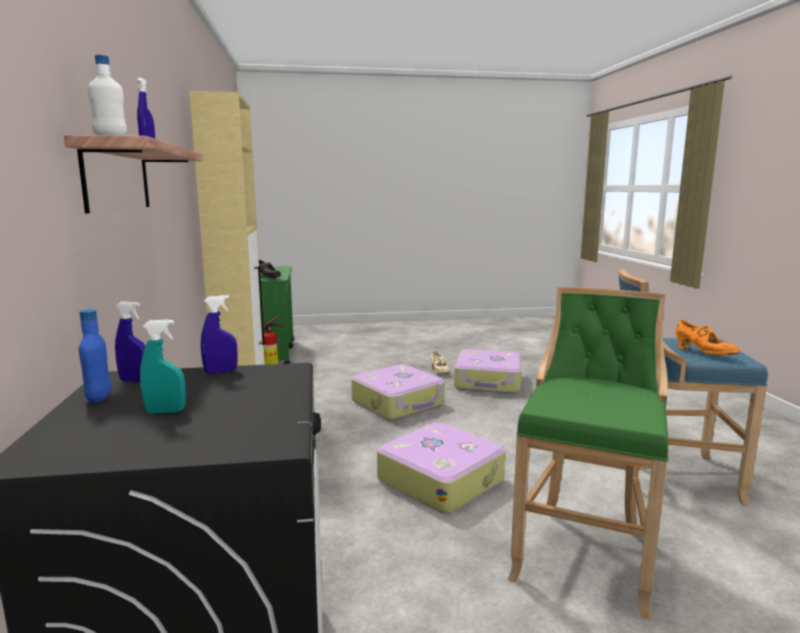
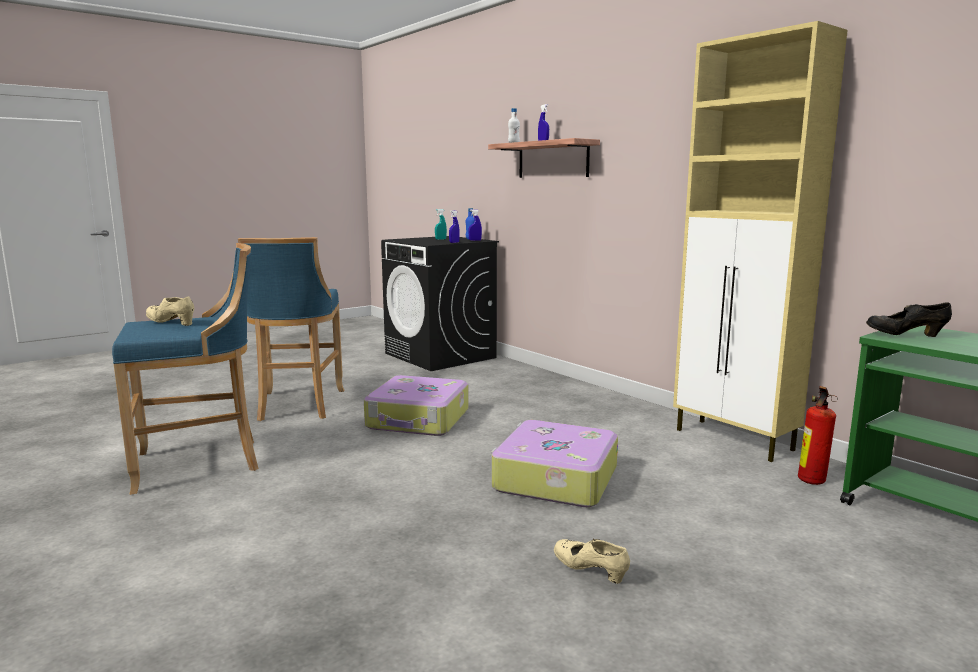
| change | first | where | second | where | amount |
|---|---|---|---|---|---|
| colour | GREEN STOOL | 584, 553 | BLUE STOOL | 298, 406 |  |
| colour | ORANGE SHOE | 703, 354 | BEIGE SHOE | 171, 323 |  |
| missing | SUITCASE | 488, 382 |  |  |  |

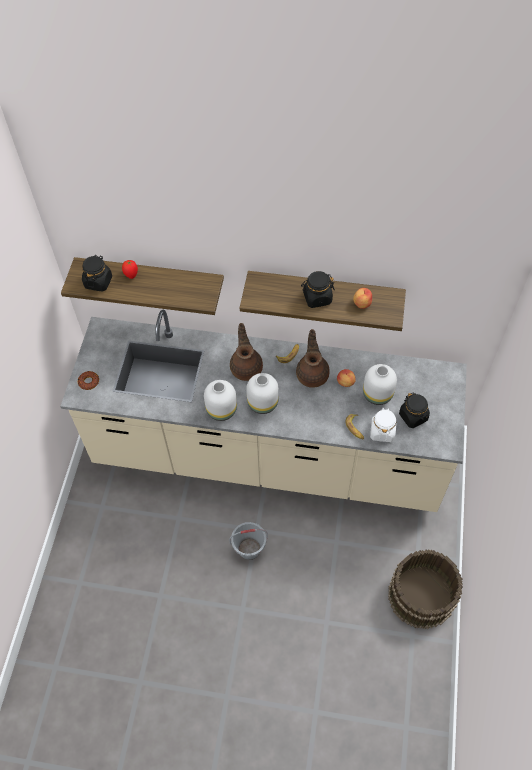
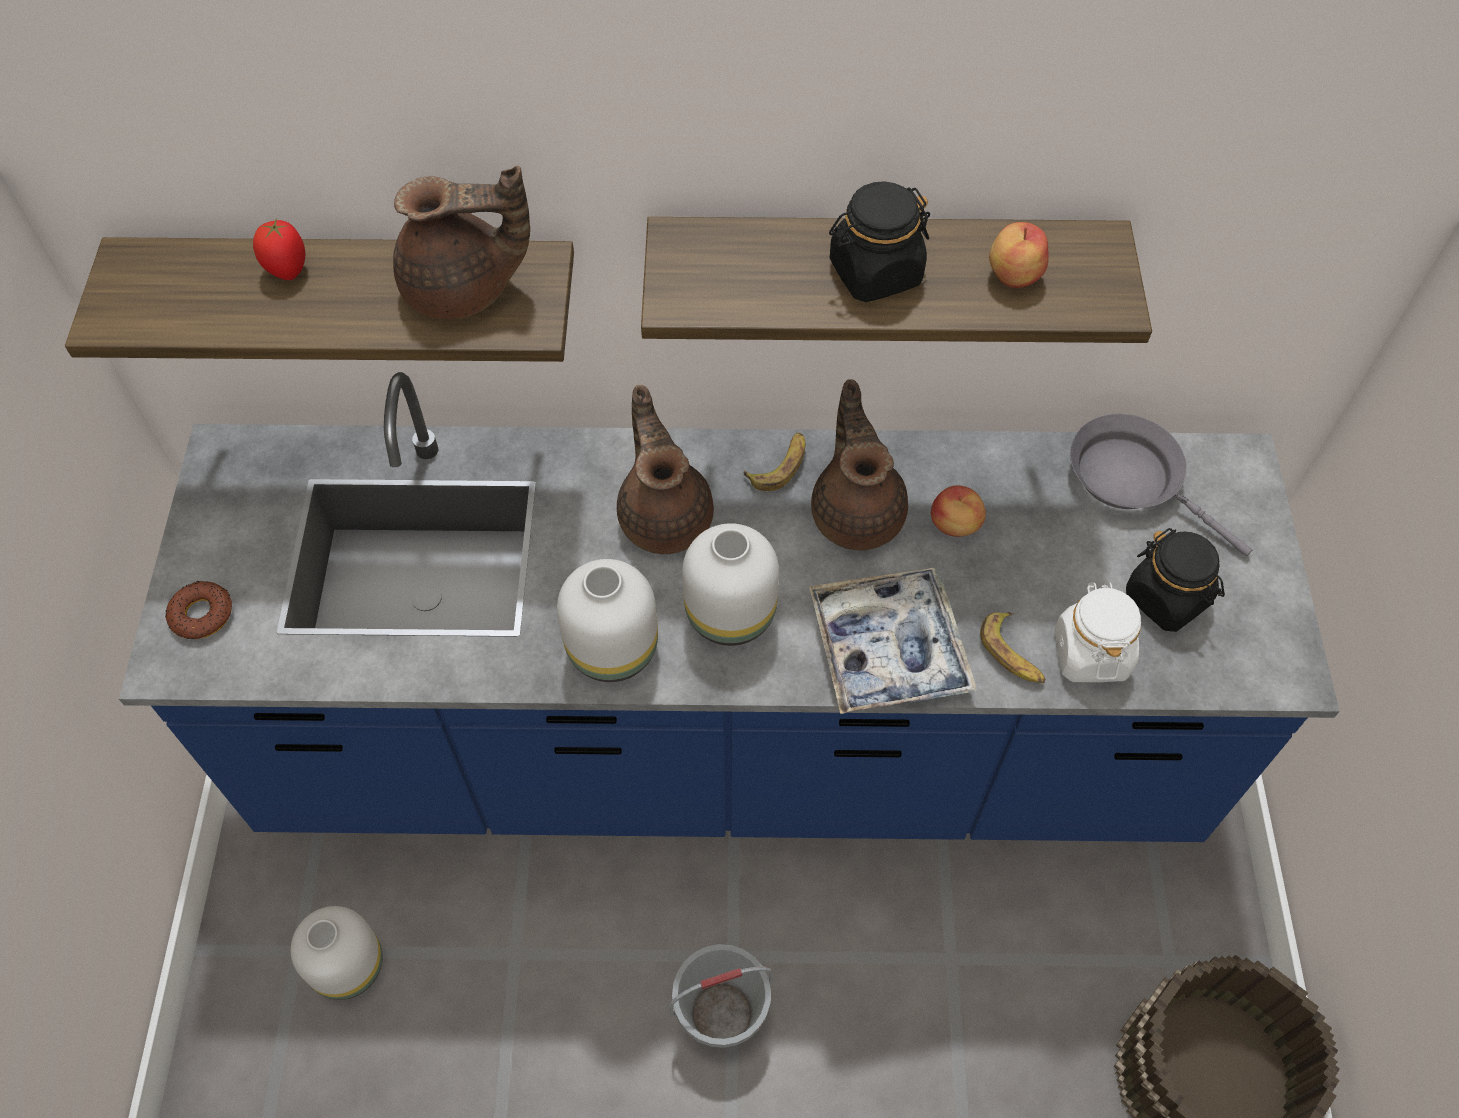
| change | first | where | second | where | amount |
|---|---|---|---|---|---|
| missing | BLACK JAR | 98, 282 |  |  |  |
| colour | BEIGE COUNTER | 267, 456 | BLUE COUNTER | 729, 749 |  |
| relocated | WHITE VASE | 378, 394 |  | 350, 966 |  |
| appeared |  |  | BROWN TEAPOT | 463, 289 |  |
| appeared |  |  | GREY FRYING PAN | 1132, 480 |  |
| appeared |  |  | TRAY | 889, 648 |  |

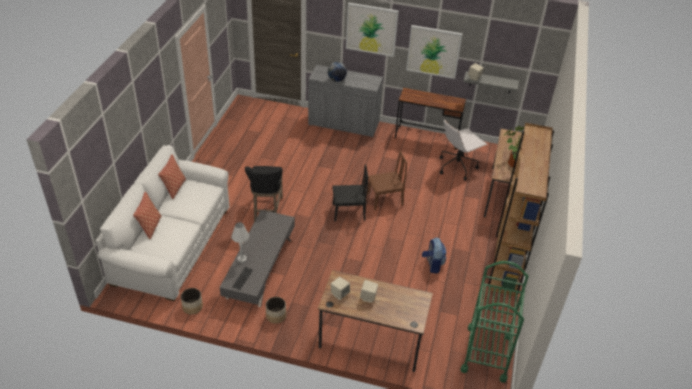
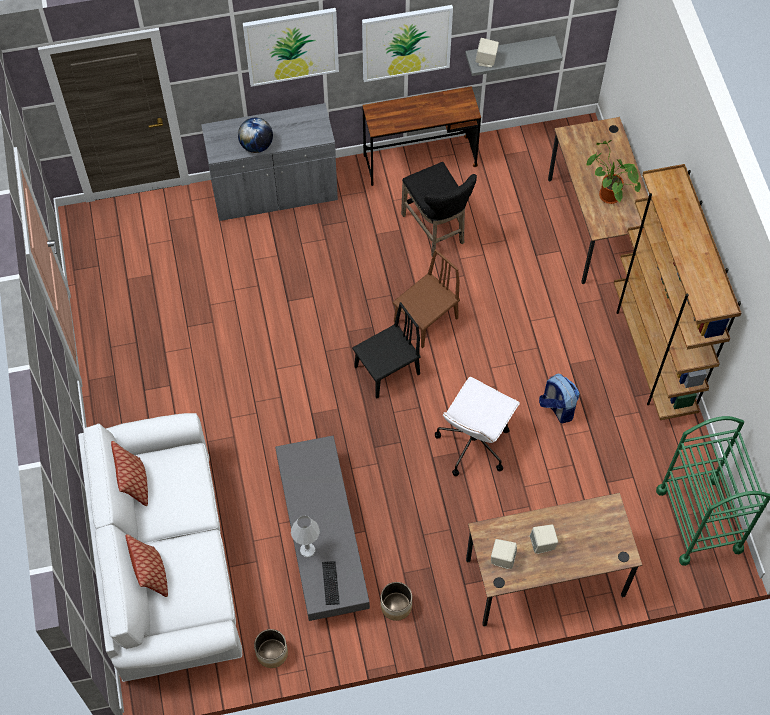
| change | first | where | second | where | amount |
|---|---|---|---|---|---|
| relocated | WHITE OFFICE CHAIR | 457, 167 |  | 473, 443 |  |
| relocated | BLACK STOOL | 267, 211 |  | 436, 231 |  |

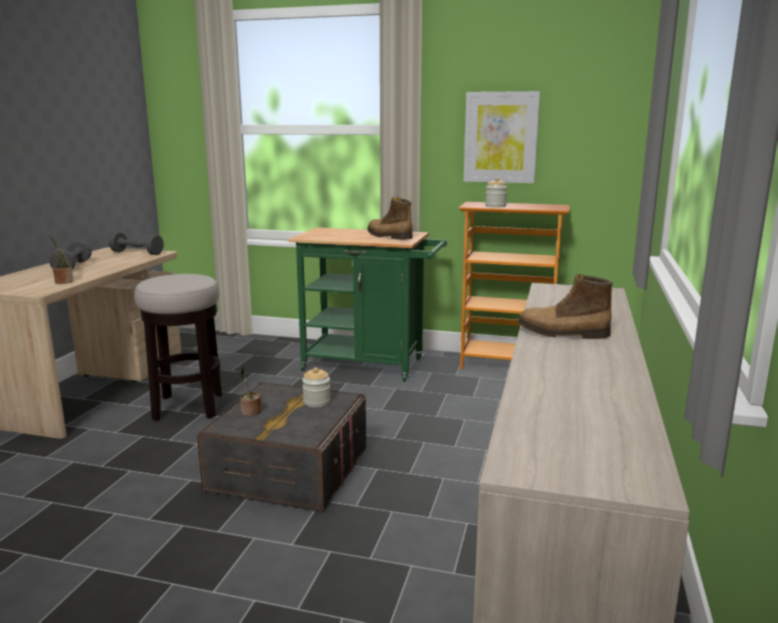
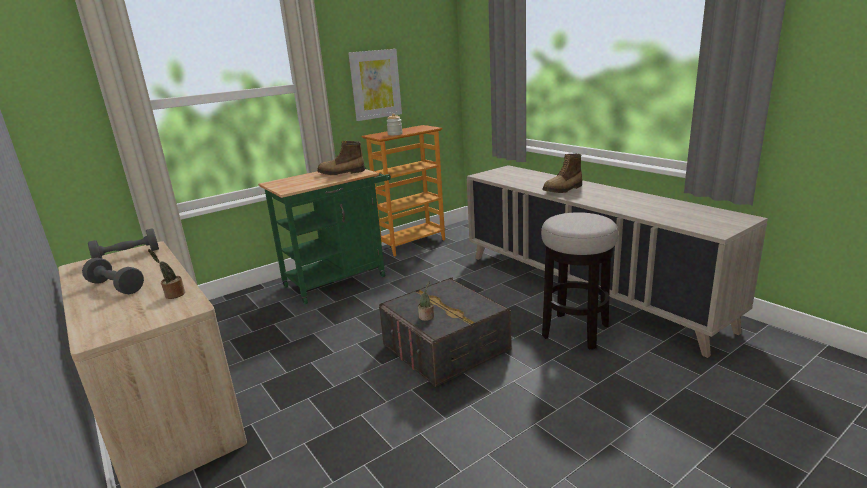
| change | first | where | second | where | amount |
|---|---|---|---|---|---|
| relocated | STOOL | 188, 407 |  | 575, 331 |  |
| missing | JAR | 316, 402 |  |  |  |

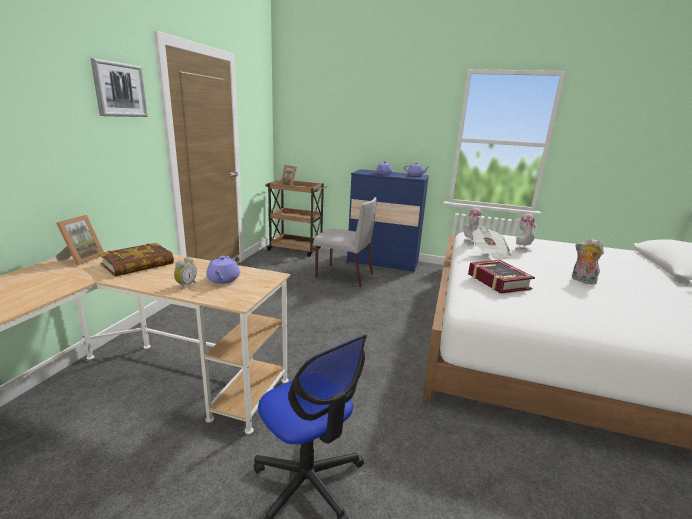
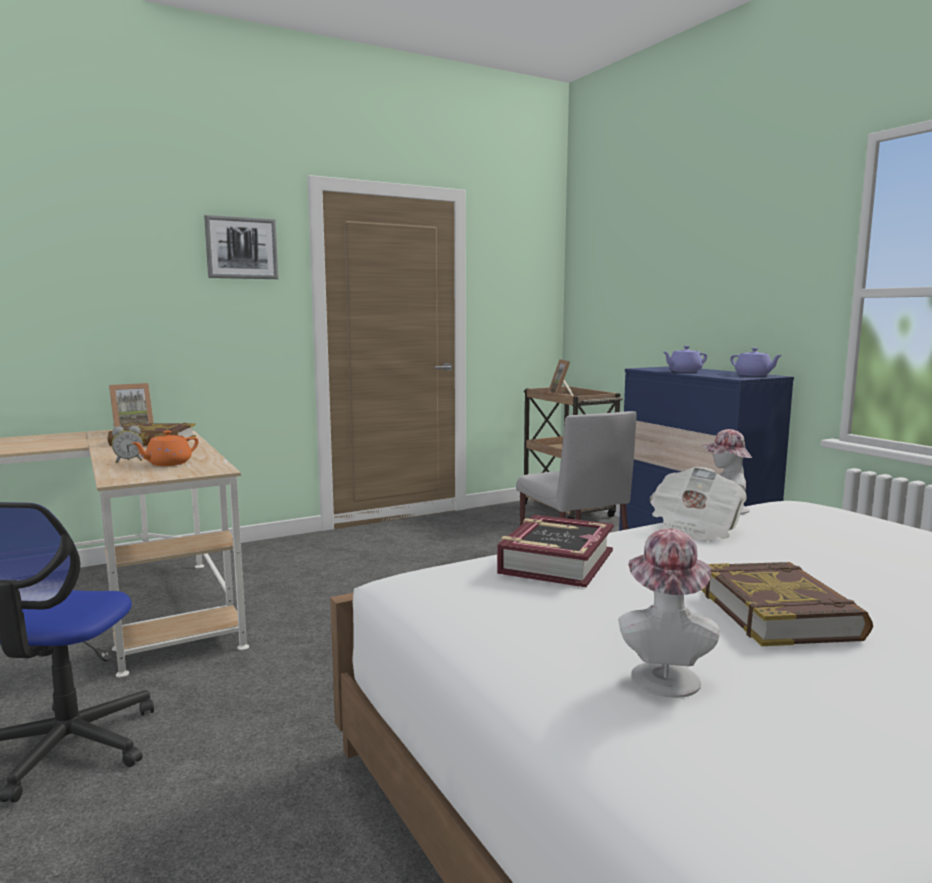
| change | first | where | second | where | amount |
|---|---|---|---|---|---|
| relocated | HAT | 521, 248 |  | 663, 674 |  |
| exchanged | PLUSH TOY | 582, 280 | BOOK | 779, 613 |  |
| colour | PURPLE TEAPOT | 223, 280 | ORANGE TEAPOT | 168, 464 |  |

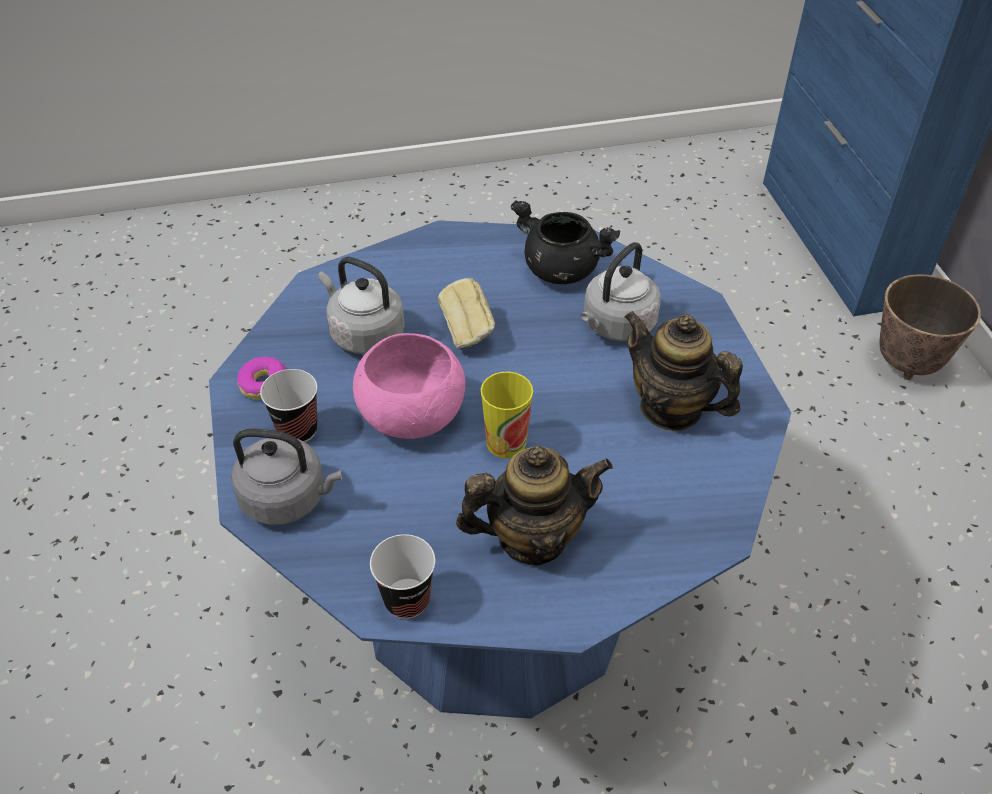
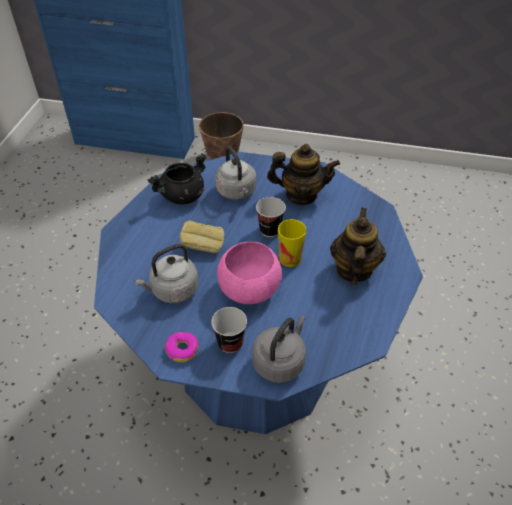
| change | first | where | second | where | amount |
|---|---|---|---|---|---|
| spun | TEAPOT | 671, 408 |  | 301, 195 | 150 degrees counterclockwise |
| relocated | CUP | 407, 600 |  | 270, 230 |  |

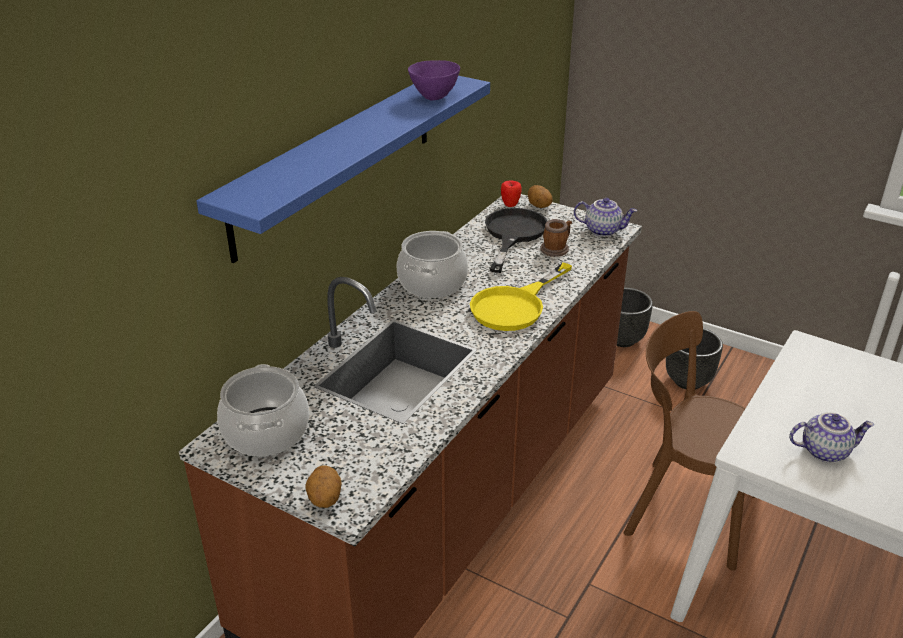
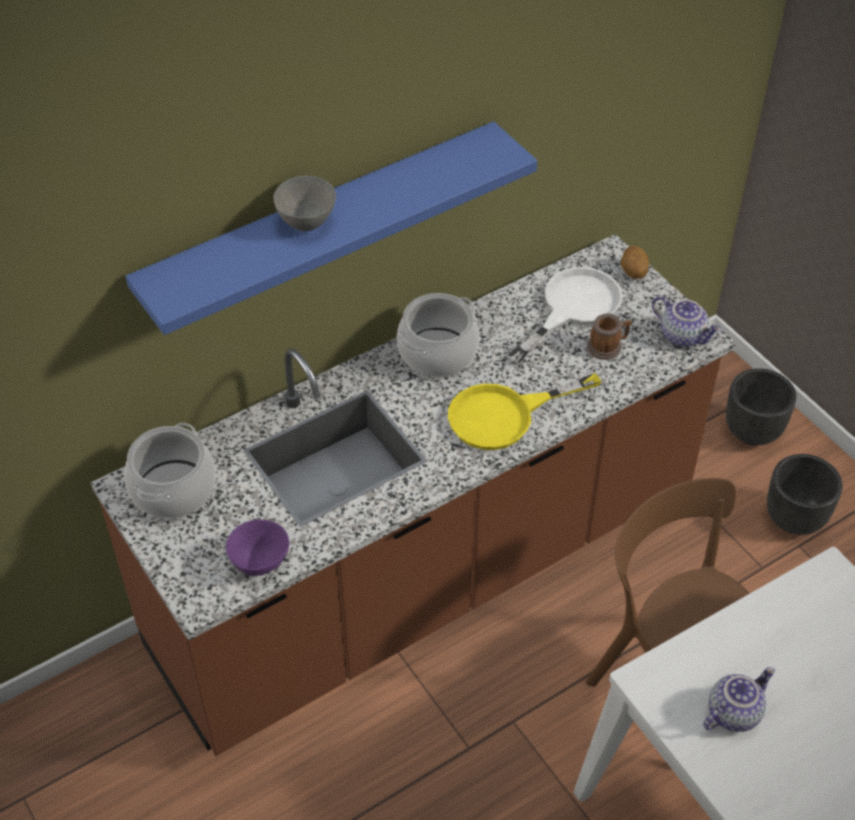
| change | first | where | second | where | amount |
|---|---|---|---|---|---|
| relocated | PURPLE BOWL | 434, 96 |  | 260, 563 |  |
| missing | APPLE | 510, 204 |  |  |  |
| colour | BLACK FRYING PAN | 513, 234 | WHITE FRYING PAN | 572, 308 |  |
| spun | TEAPOT | 824, 450 |  | 733, 712 | 60 degrees counterclockwise |
| missing | POTATO | 324, 499 |  |  |  |
| appeared |  |  | GREY BOWL | 307, 224 |  |

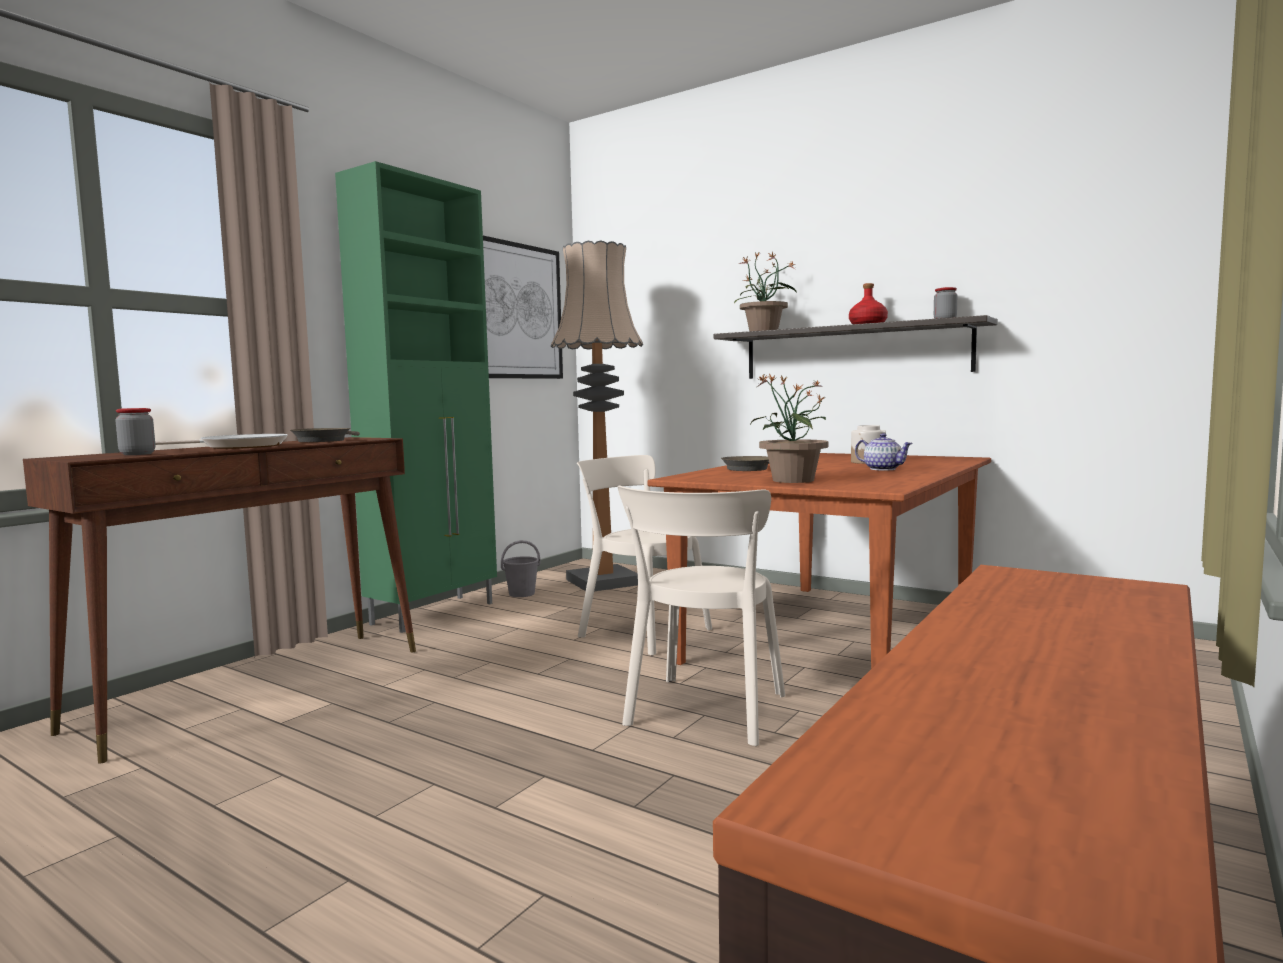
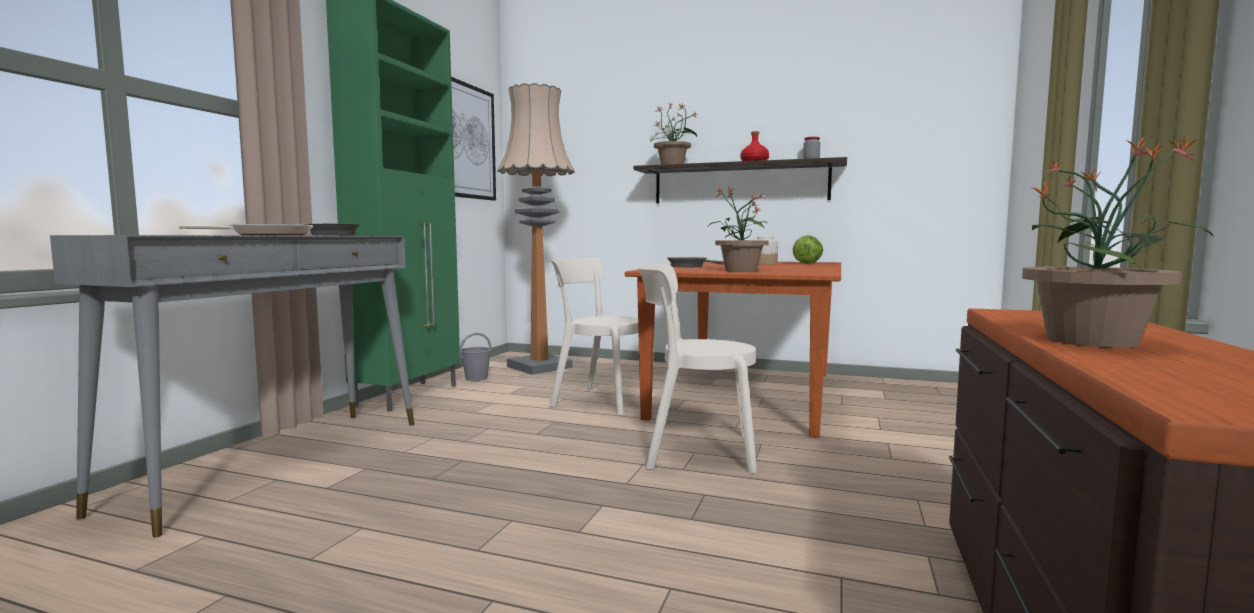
| change | first | where | second | where | amount |
|---|---|---|---|---|---|
| missing | JAR | 137, 454 |  |  |  |
| missing | TEAPOT | 882, 469 |  |  |  |
| colour | BROWN CONSOLE TABLE | 259, 687 | GREY CONSOLE TABLE | 280, 461 |  |
| spun | BEIGE CHAIR | 704, 713 |  | 693, 451 | 90 degrees clockwise |
| appeared |  |  | POTTED PLANT | 1093, 341 |  |
| appeared |  |  | LETTUCE | 808, 263 |  |

